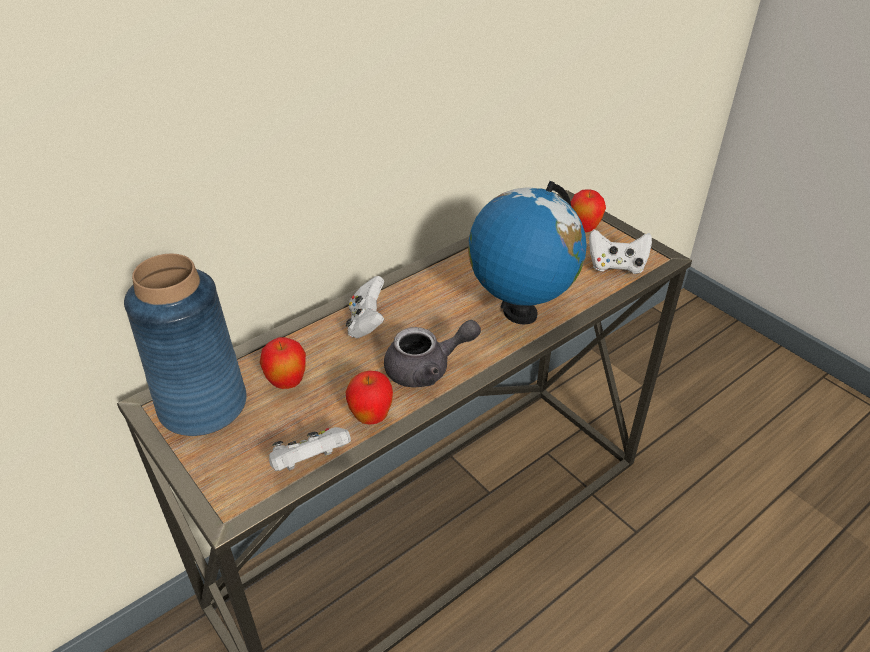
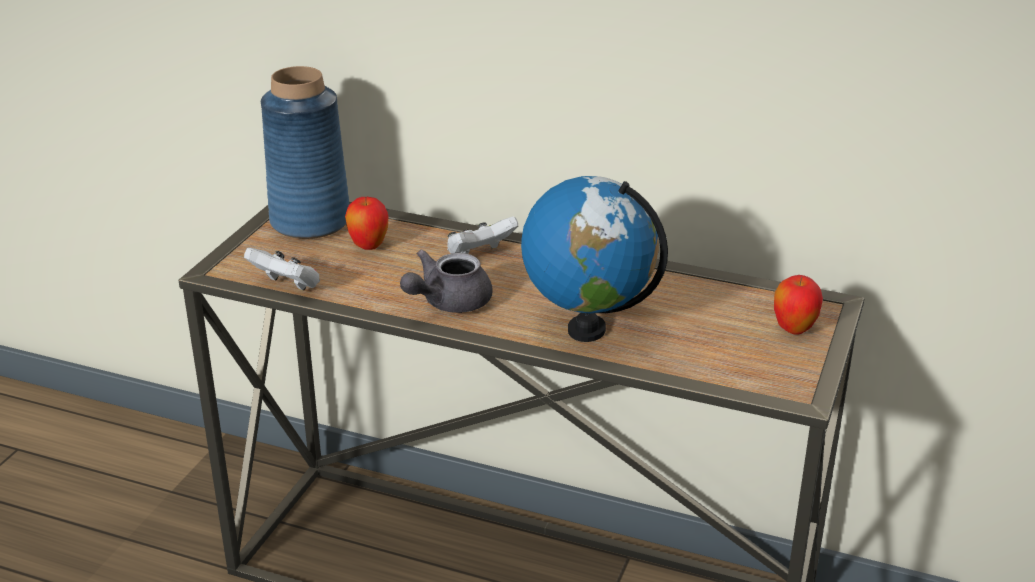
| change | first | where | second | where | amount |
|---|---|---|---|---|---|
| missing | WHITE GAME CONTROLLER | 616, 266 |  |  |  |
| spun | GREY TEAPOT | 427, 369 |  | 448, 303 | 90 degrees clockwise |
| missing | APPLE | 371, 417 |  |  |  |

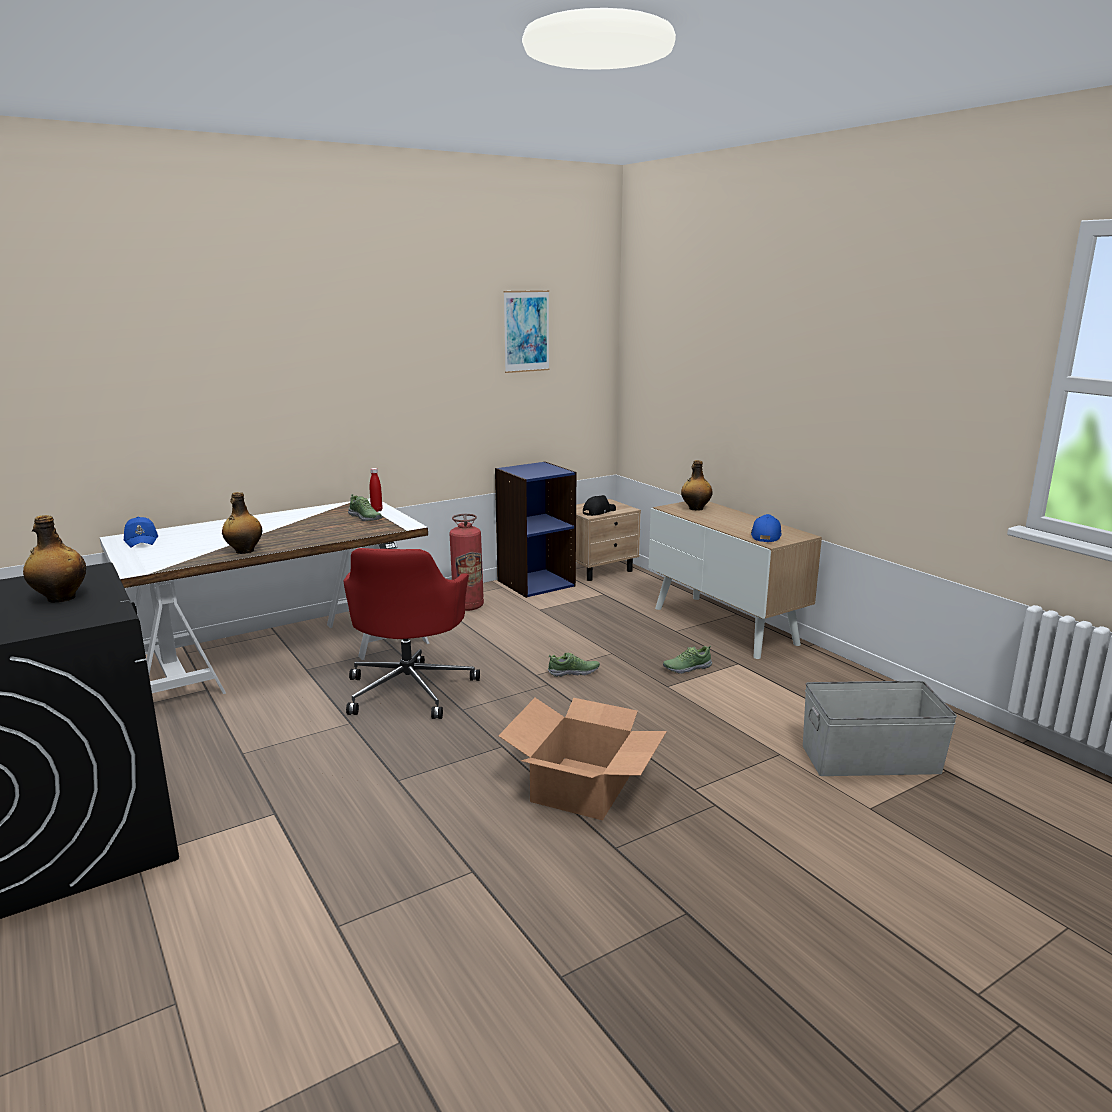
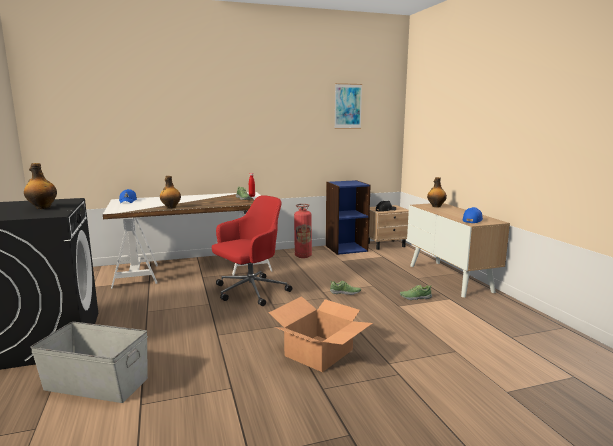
| change | first | where | second | where | amount |
|---|---|---|---|---|---|
| spun | RED OFFICE CHAIR | 410, 689 |  | 250, 291 | 150 degrees counterclockwise |
| relocated | GREY STORAGE BOX | 869, 758 |  | 96, 383 |  |

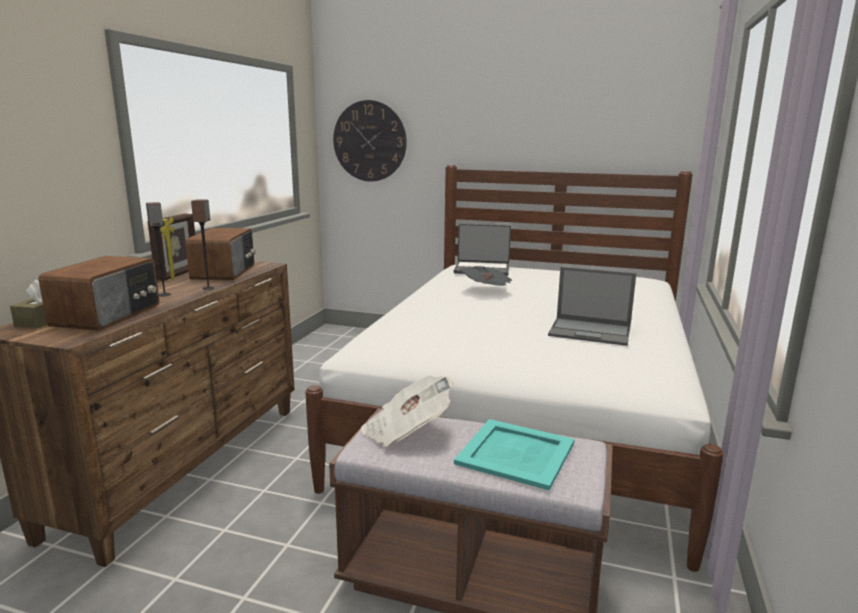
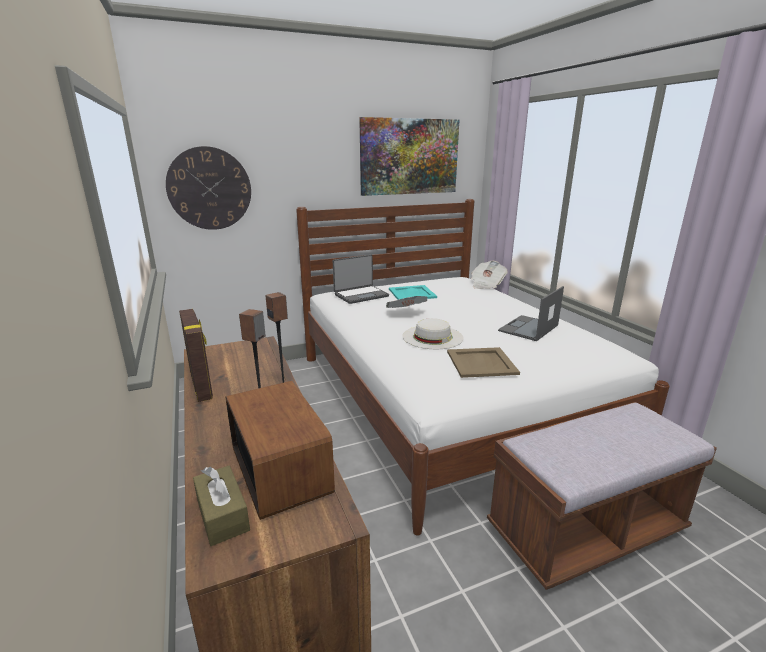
| change | first | where | second | where | amount |
|---|---|---|---|---|---|
| missing | RADIO | 225, 272 |  |  |  |
| spun | LAPTOP | 591, 332 |  | 528, 328 | 150 degrees clockwise |
| relocated | NEWSPAPER | 406, 431 |  | 486, 285 |  |
| relocated | TURQUOISE TRAY | 514, 453 |  | 412, 293 |  |
| appeared |  |  | PICTURE | 409, 157 |  |
| appeared |  |  | WHITE HAT | 432, 337 |  |
| appeared |  |  | BEIGE TRAY | 481, 363 |  |

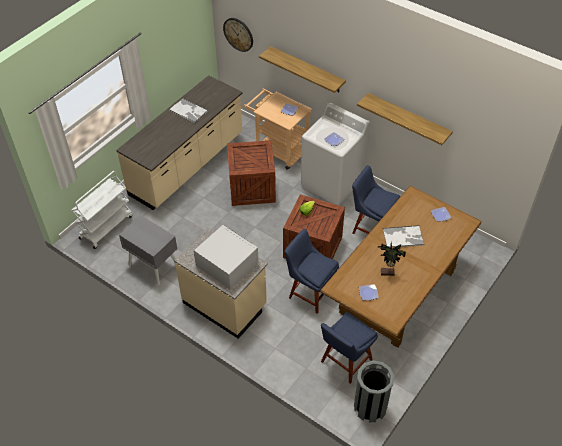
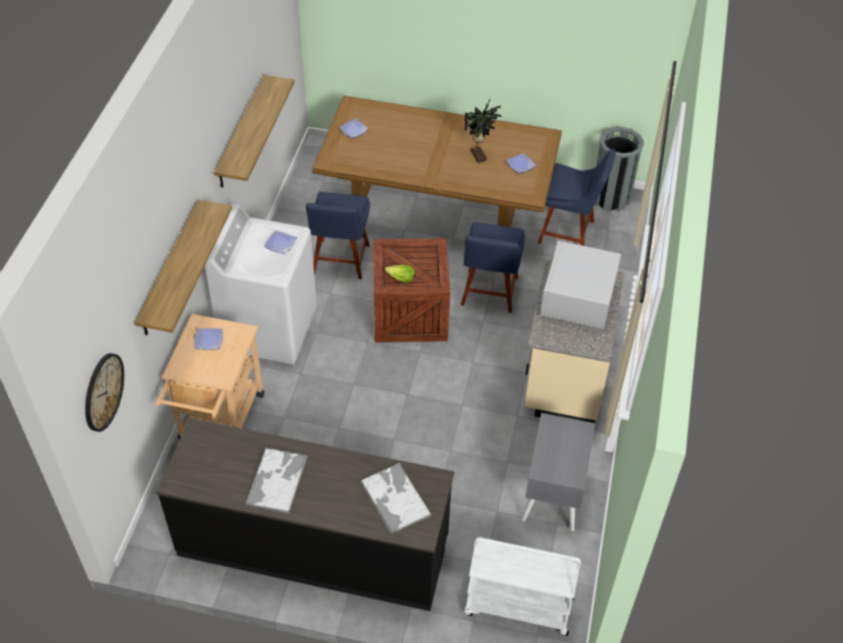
| change | first | where | second | where | amount |
|---|---|---|---|---|---|
| colour | BEIGE COUNTER | 187, 165 | BLACK COUNTER | 313, 546 |  |
| missing | CRATE | 252, 187 |  |  |  |
| relocated | TRAY | 403, 237 |  | 395, 498 |  |

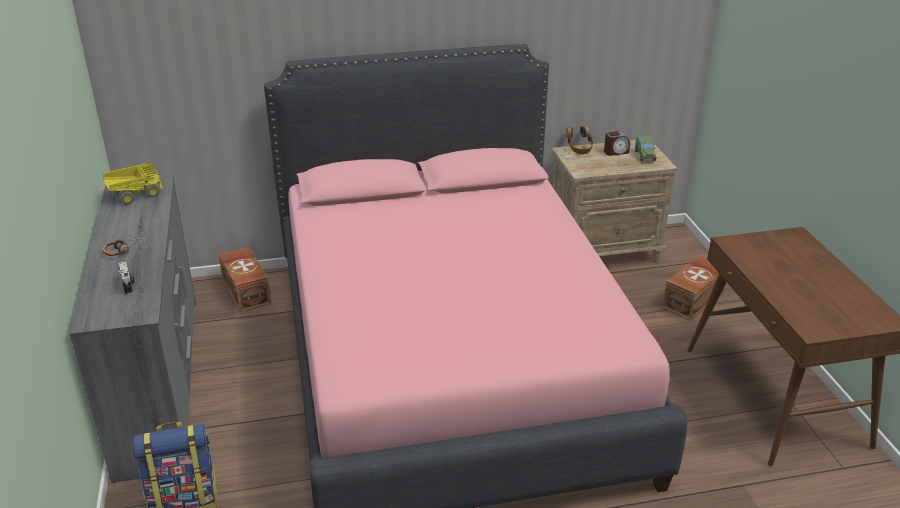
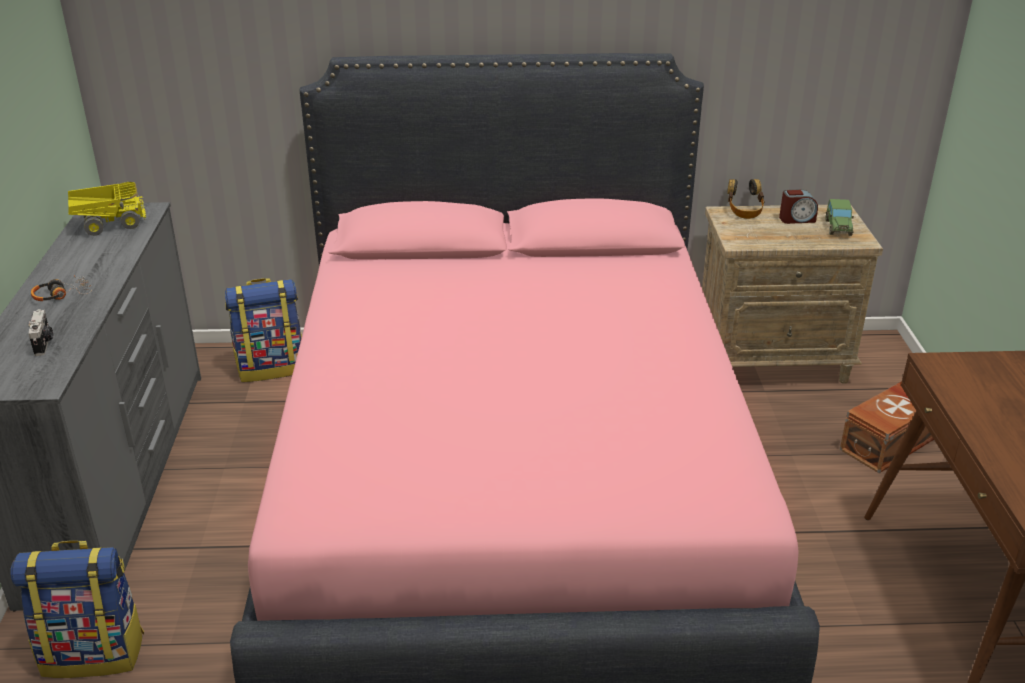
| change | first | where | second | where | amount |
|---|---|---|---|---|---|
| exchanged | BROWN STORAGE BOX | 247, 291 | BACKPACK | 271, 367 |  |

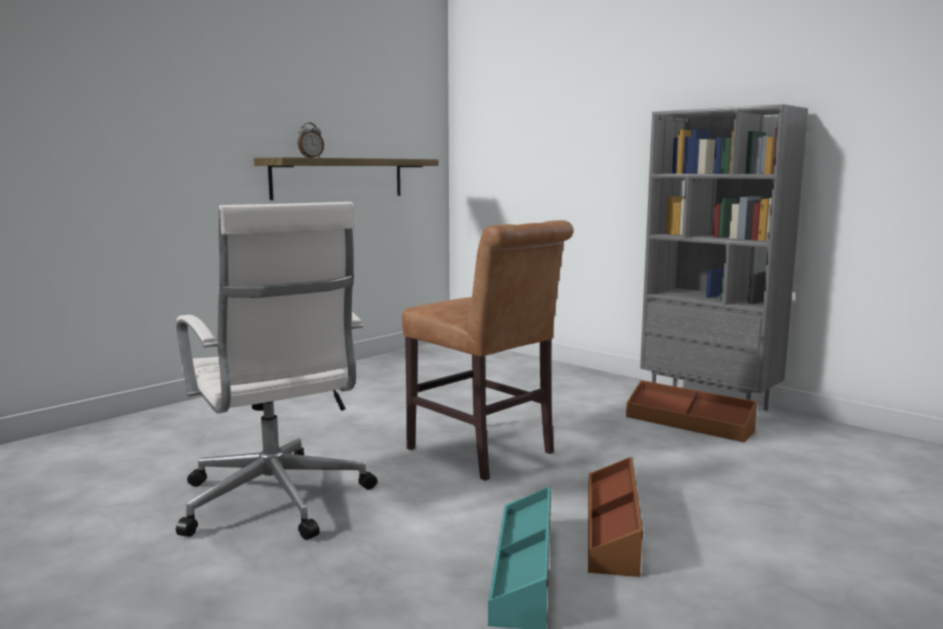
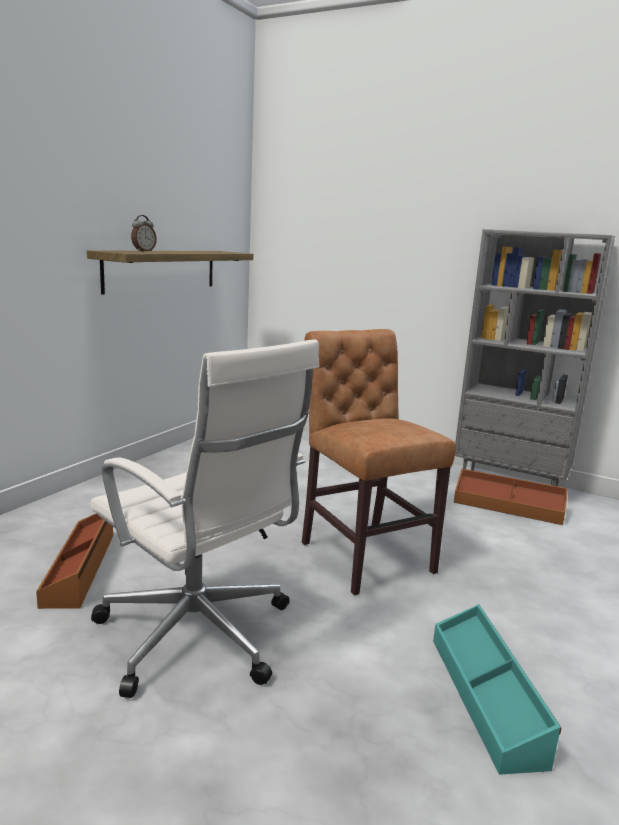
| change | first | where | second | where | amount |
|---|---|---|---|---|---|
| spun | BROWN CHAIR | 485, 453 |  | 362, 554 | 150 degrees counterclockwise |
| relocated | BROWN STORAGE BOX | 613, 529 |  | 81, 568 |  |

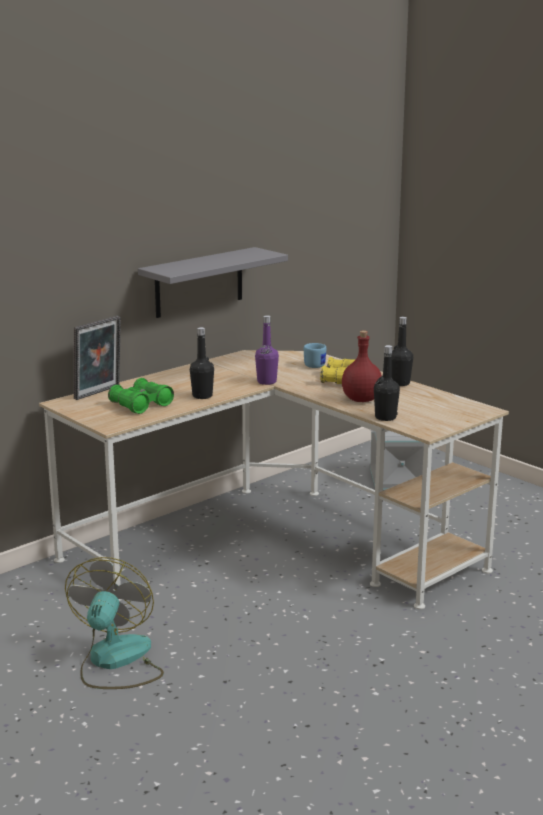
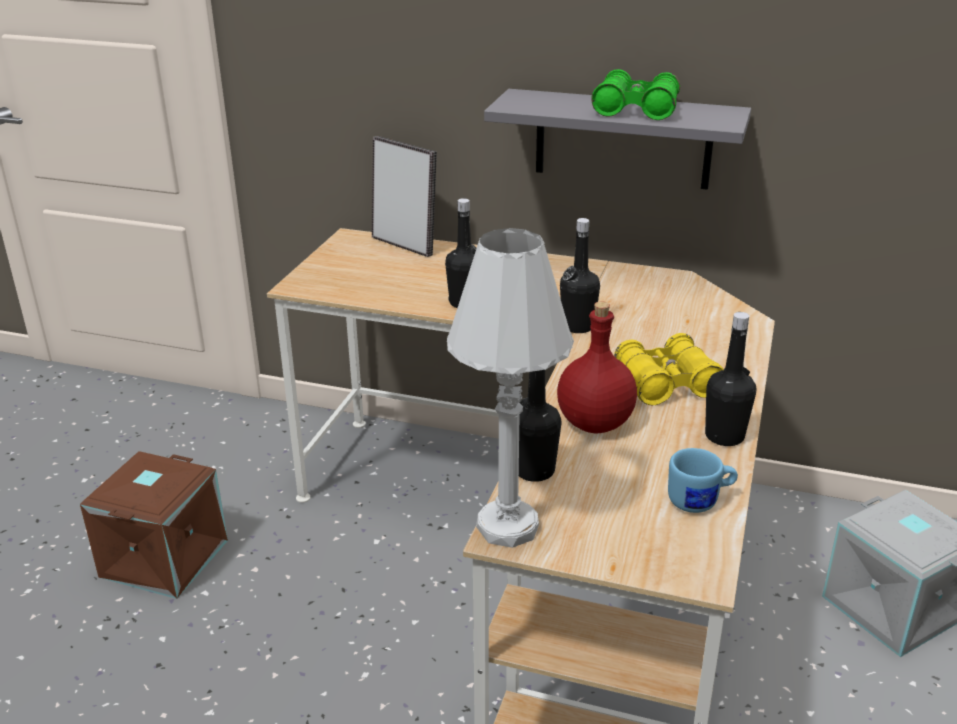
| change | first | where | second | where | amount |
|---|---|---|---|---|---|
| colour | PURPLE BOTTLE | 266, 382 | BLACK BOTTLE | 578, 326 |  |
| spun | PICTURE FRAME | 99, 393 |  | 405, 245 | 150 degrees counterclockwise |
| relocated | BLUE MUG | 316, 365 |  | 700, 501 |  |
| relocated | GREEN BINOCULARS | 141, 405 |  | 636, 110 |  |
| exchanged | FAN | 115, 662 | BROWN STORAGE BOX | 163, 557 |  |
| appeared |  |  | WHITE TABLE LAMP | 507, 526 |  |

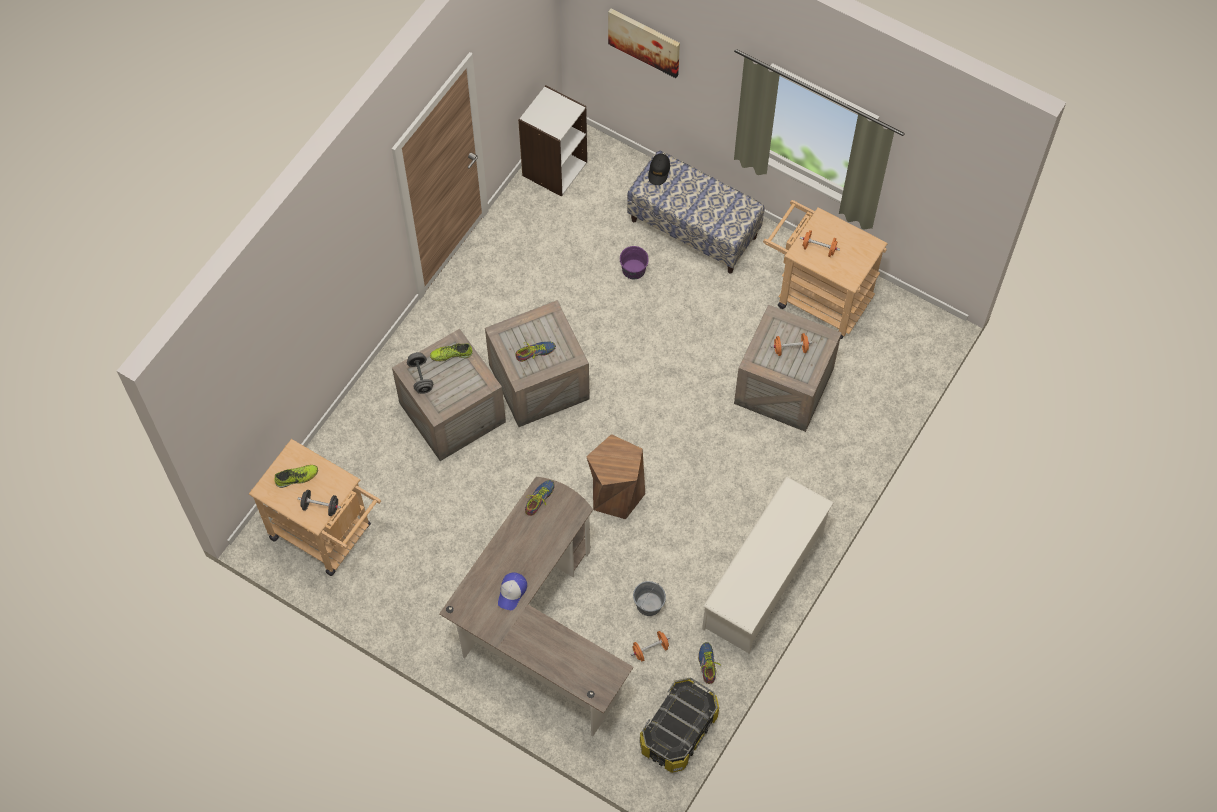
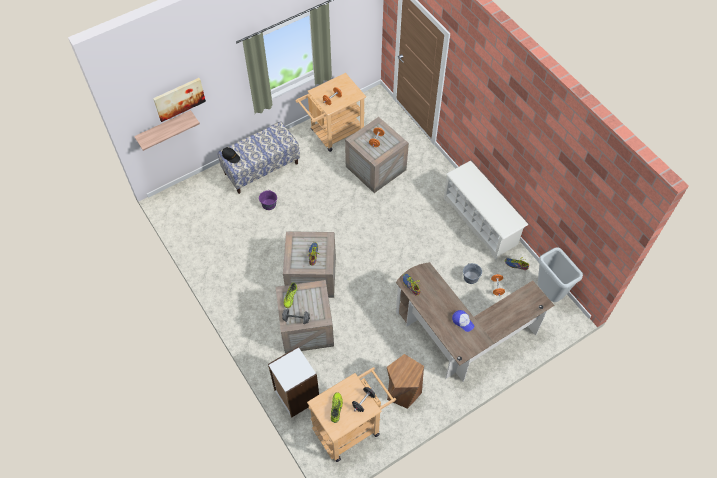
| change | first | where | second | where | amount |
|---|---|---|---|---|---|
| relocated | WHITE BOOKCASE | 554, 168 |  | 296, 395 |  |
| relocated | BROWN STOOL | 616, 494 |  | 403, 391 |  |
| exchanged | STORAGE BOX | 678, 731 | GREY TRASH CAN | 548, 293 |  |
| appeared |  |  | SHELF | 164, 129 |  |

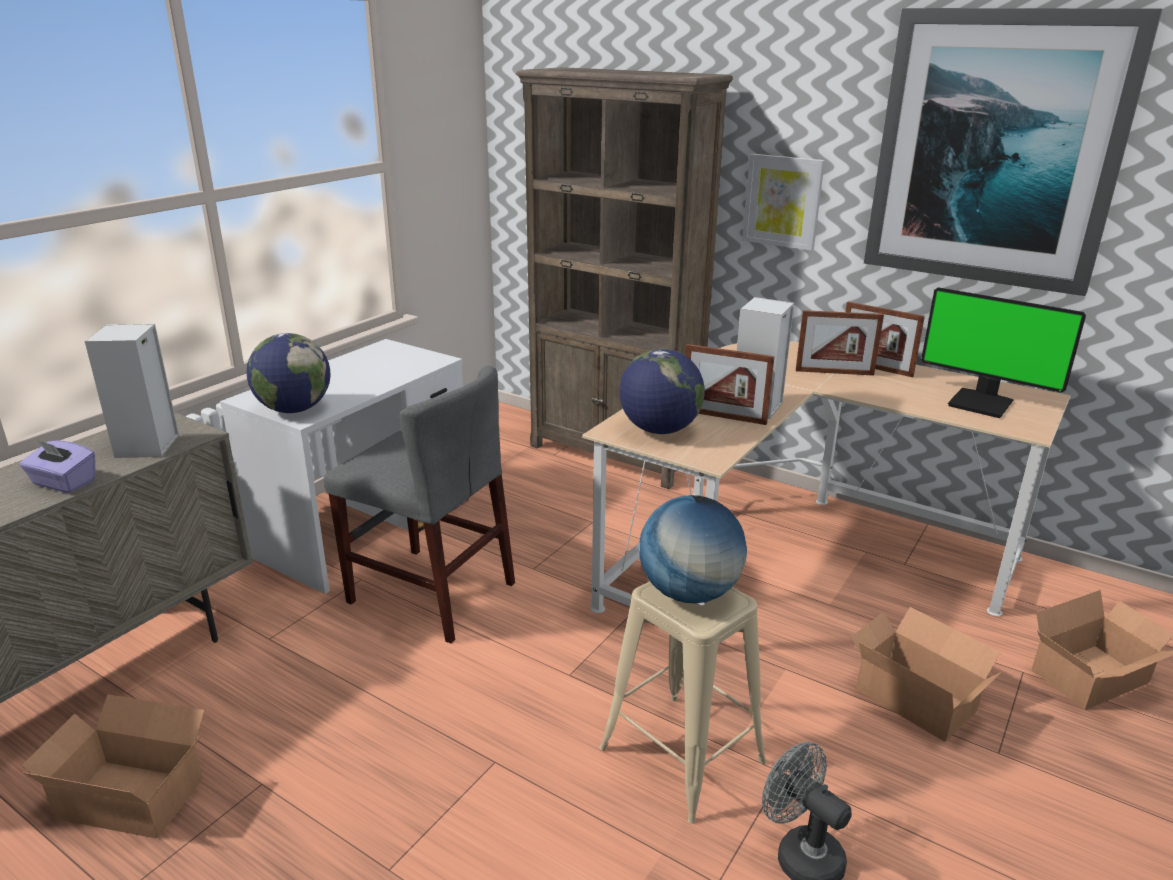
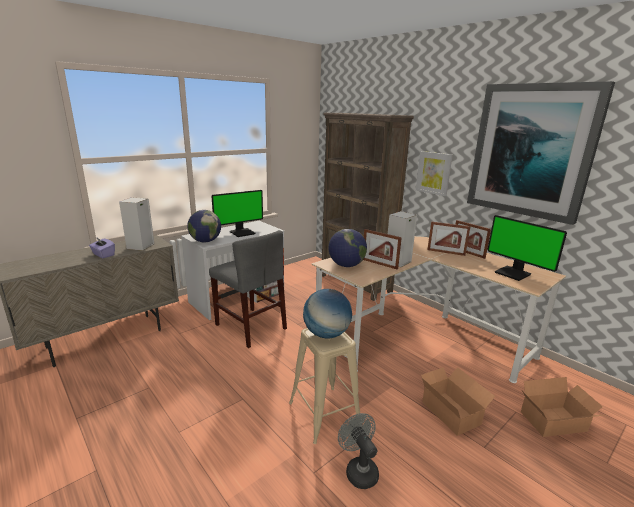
| change | first | where | second | where | amount |
|---|---|---|---|---|---|
| missing | CARDBOARD BOX | 131, 794 |  |  |  |
| appeared |  |  | MONITOR | 242, 232 |  |

